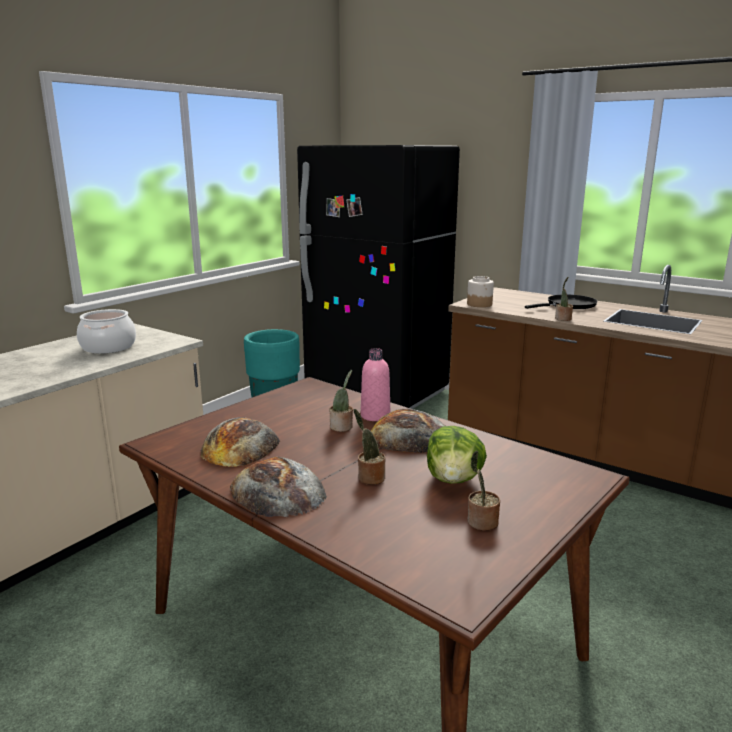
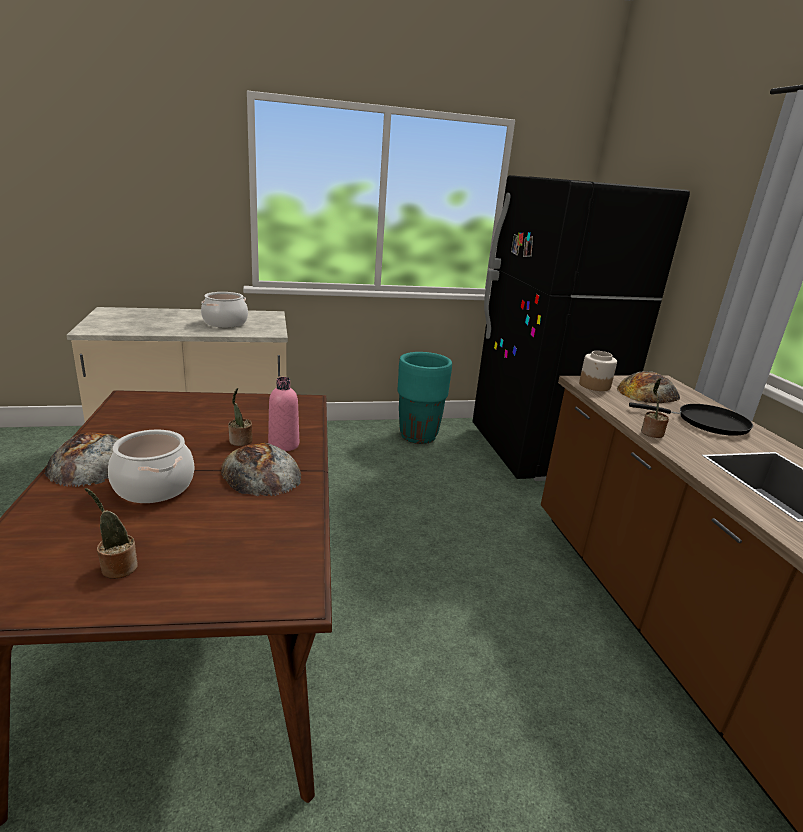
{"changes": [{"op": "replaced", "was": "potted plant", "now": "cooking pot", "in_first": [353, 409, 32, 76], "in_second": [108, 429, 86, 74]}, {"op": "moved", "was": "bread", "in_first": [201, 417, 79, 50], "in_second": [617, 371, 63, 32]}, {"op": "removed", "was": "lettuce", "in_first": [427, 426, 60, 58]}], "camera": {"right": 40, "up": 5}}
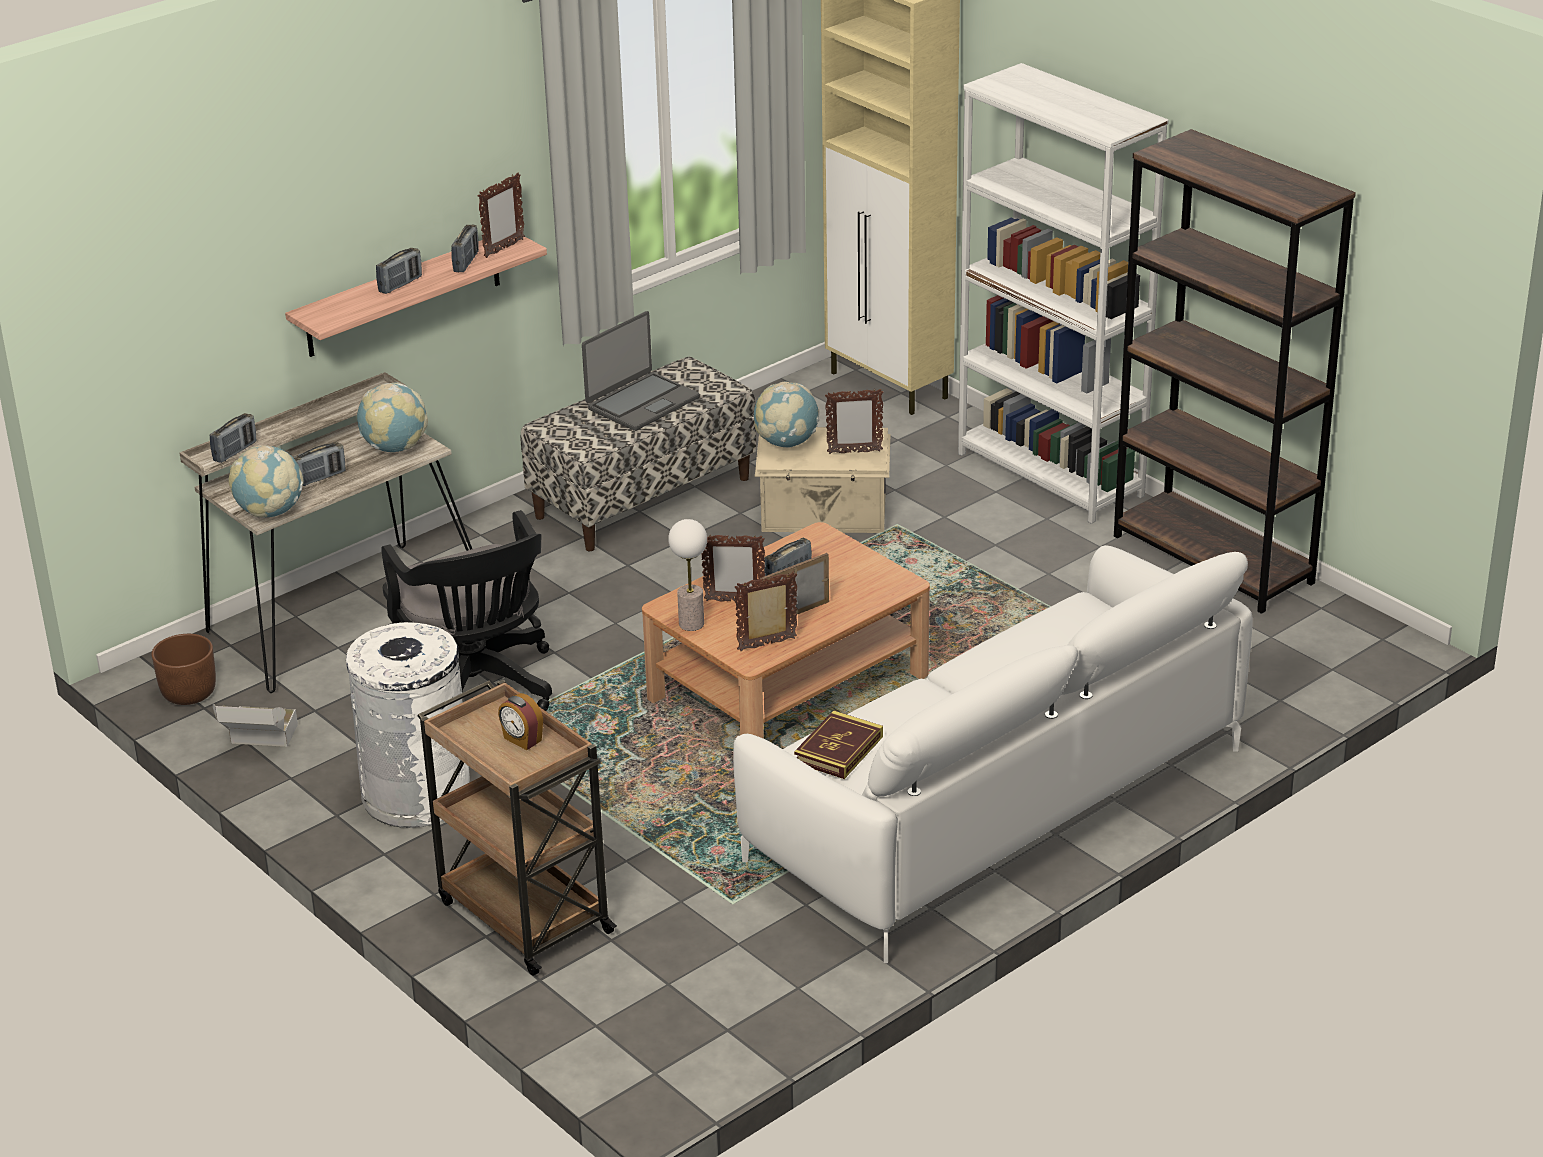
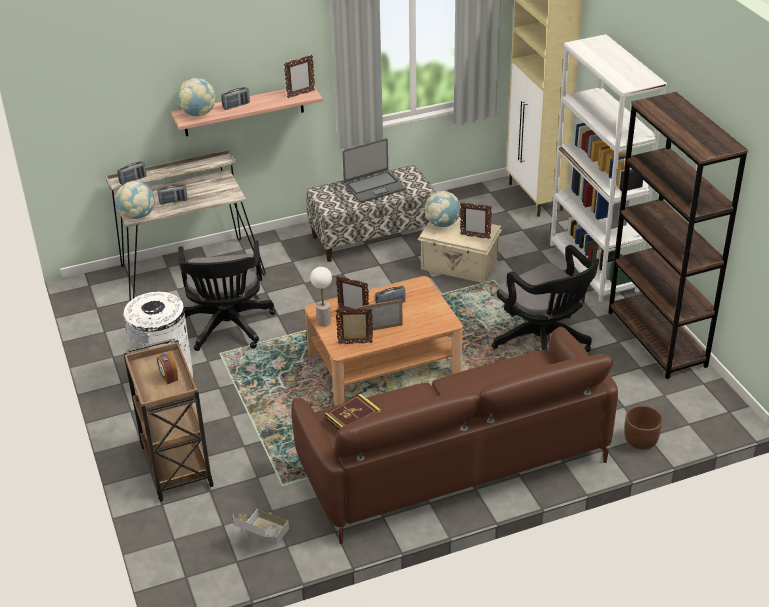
{"changes": [{"op": "moved", "was": "globe", "in_first": [357, 382, 71, 70], "in_second": [178, 78, 38, 38]}, {"op": "moved", "was": "cardboard box", "in_first": [213, 703, 85, 44], "in_second": [232, 509, 57, 36]}, {"op": "recoloured", "was": "white sofa", "now": "brown sofa", "in_first": [733, 545, 519, 418], "in_second": [291, 327, 327, 218]}, {"op": "added", "now": "black office chair", "in_second": [492, 245, 107, 107]}, {"op": "moved", "was": "brown planter", "in_first": [151, 634, 65, 71], "in_second": [625, 406, 38, 44]}, {"op": "removed", "was": "radio", "in_first": [451, 225, 28, 47]}], "camera": {"right": 20, "up": 5}}
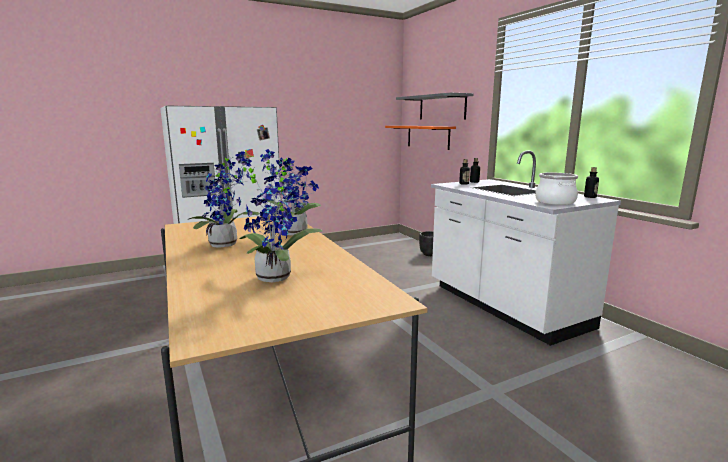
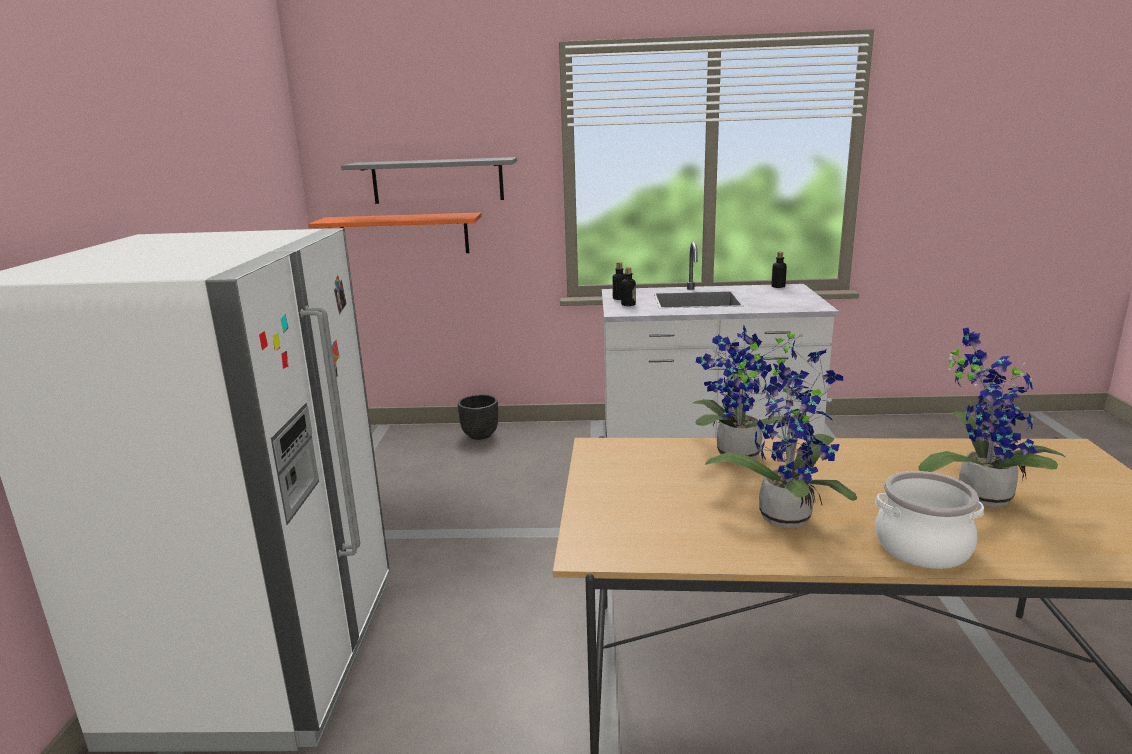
{"changes": [{"op": "moved", "was": "cooking pot", "in_first": [535, 173, 43, 32], "in_second": [875, 471, 109, 98]}], "camera": {"right": -60, "up": 5}}
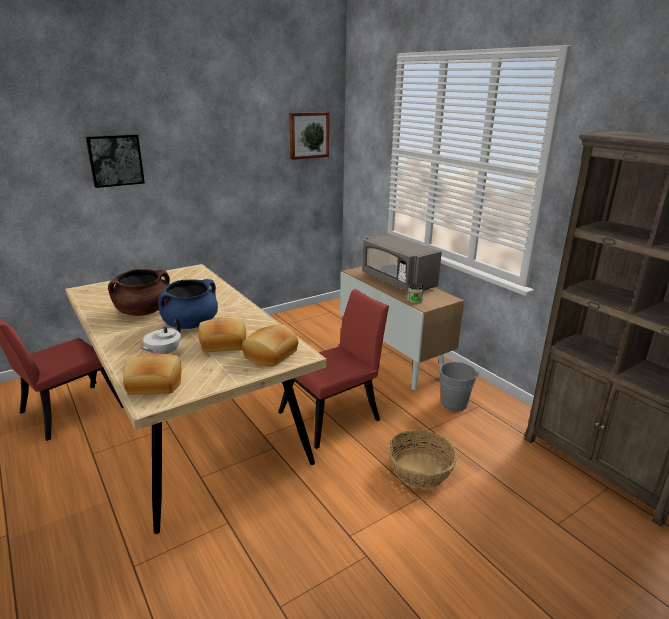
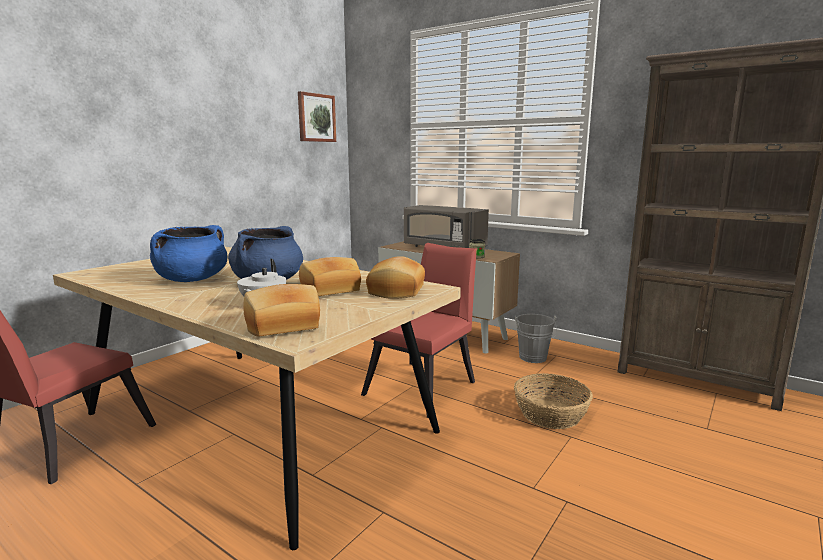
{"changes": [{"op": "recoloured", "was": "brown cooking pot", "now": "blue cooking pot", "in_first": [108, 269, 62, 47], "in_second": [150, 225, 77, 57]}, {"op": "removed", "was": "picture", "in_first": [86, 134, 59, 54]}], "camera": {"right": -20, "up": -10}}
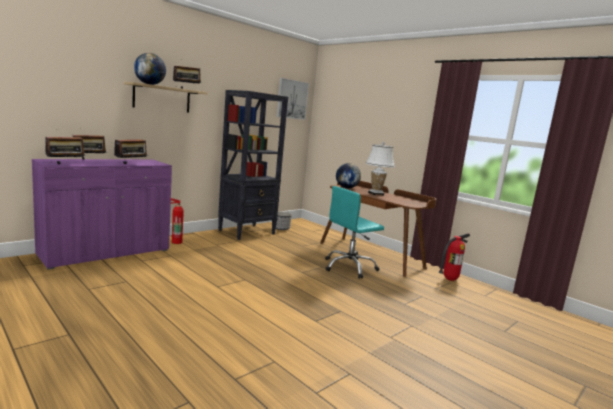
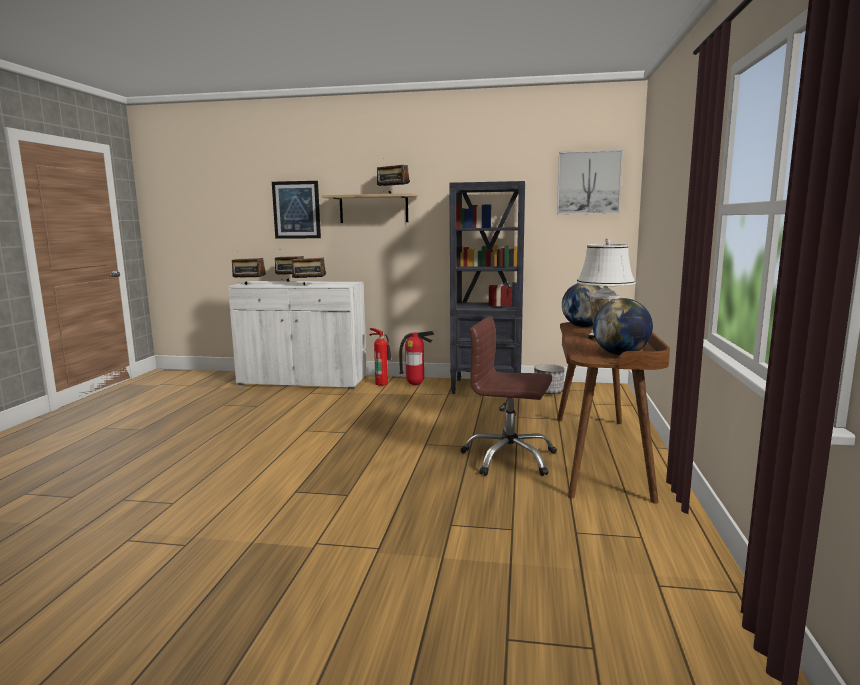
{"changes": [{"op": "recoloured", "was": "purple cabinet", "now": "white cabinet", "in_first": [32, 159, 140, 111], "in_second": [228, 281, 139, 108]}, {"op": "added", "now": "picture", "in_second": [272, 181, 49, 58]}, {"op": "moved", "was": "fire extinguisher", "in_first": [439, 233, 31, 48], "in_second": [399, 331, 35, 54]}, {"op": "recoloured", "was": "turquoise office chair", "now": "brown office chair", "in_first": [325, 186, 59, 93], "in_second": [460, 316, 97, 160]}, {"op": "moved", "was": "globe", "in_first": [134, 53, 32, 32], "in_second": [593, 298, 60, 57]}], "camera": {"right": 55, "up": 0}}
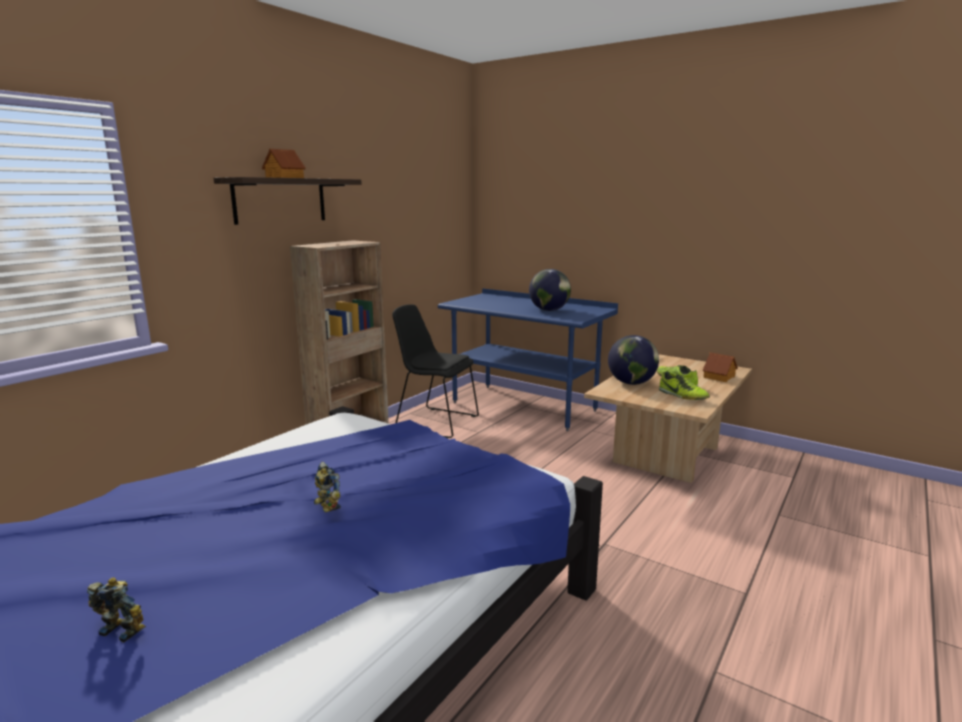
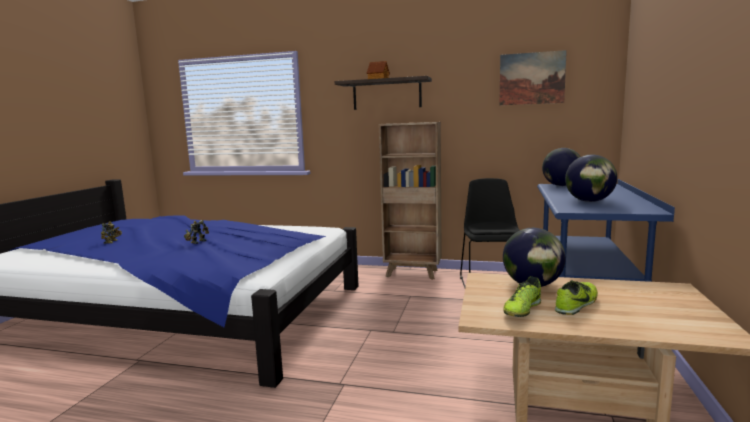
{"changes": [{"op": "added", "now": "picture", "in_second": [499, 50, 68, 55]}, {"op": "added", "now": "globe", "in_second": [542, 148, 39, 38]}, {"op": "removed", "was": "toy house", "in_first": [703, 352, 35, 30]}], "camera": {"right": 70, "up": -5}}
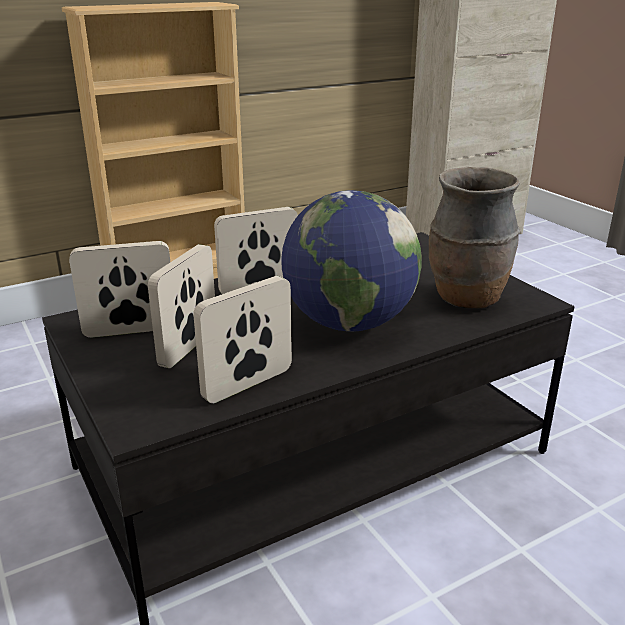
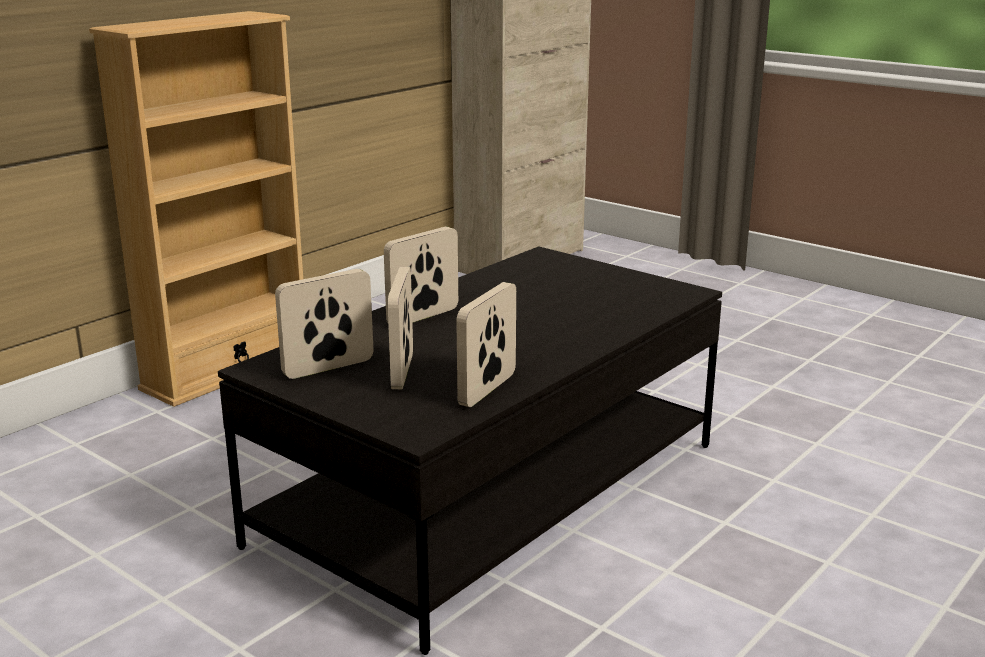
{"changes": [{"op": "removed", "was": "globe", "in_first": [281, 190, 141, 142]}, {"op": "removed", "was": "brown vase", "in_first": [429, 167, 91, 142]}], "camera": {"right": -20, "up": -5}}
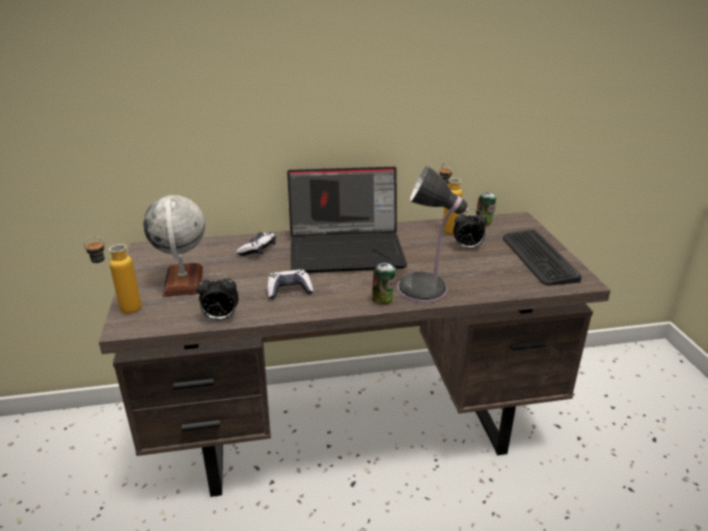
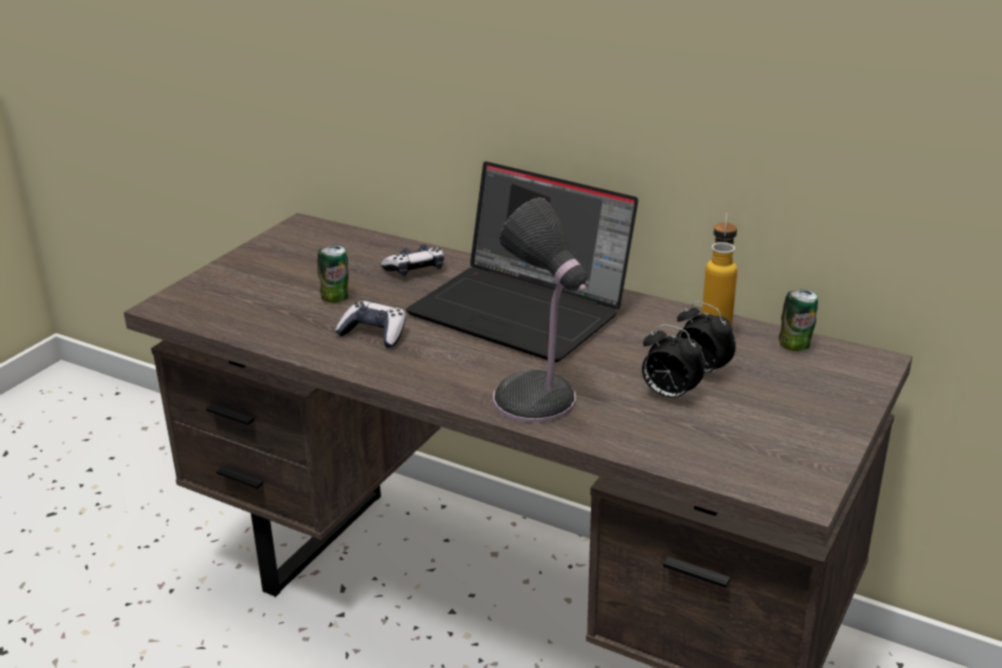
{"changes": [{"op": "moved", "was": "can", "in_first": [372, 263, 24, 42], "in_second": [317, 245, 31, 58]}, {"op": "moved", "was": "alarm clock", "in_first": [196, 274, 43, 47], "in_second": [642, 324, 63, 79]}, {"op": "removed", "was": "bottle", "in_first": [84, 236, 57, 78]}, {"op": "removed", "was": "globe", "in_first": [143, 195, 62, 102]}, {"op": "removed", "was": "keyboard", "in_first": [503, 229, 79, 57]}], "camera": {"right": 40, "up": 0}}
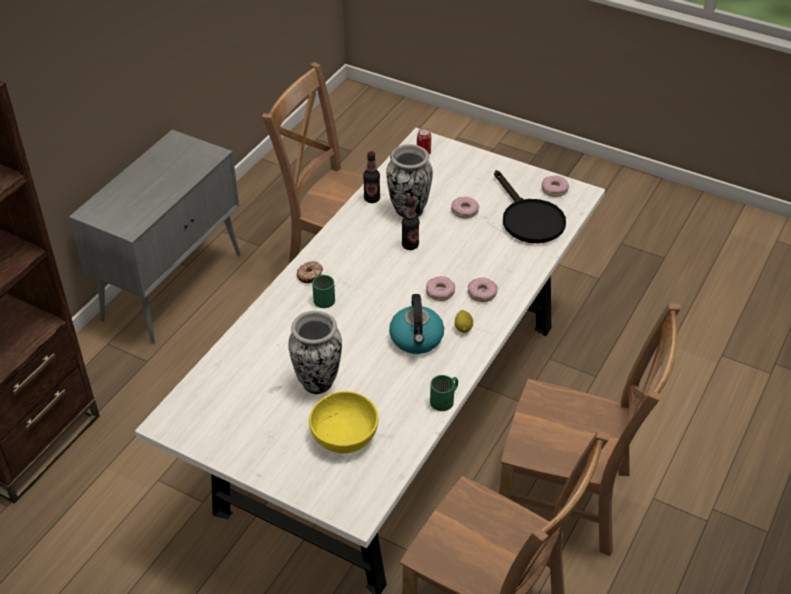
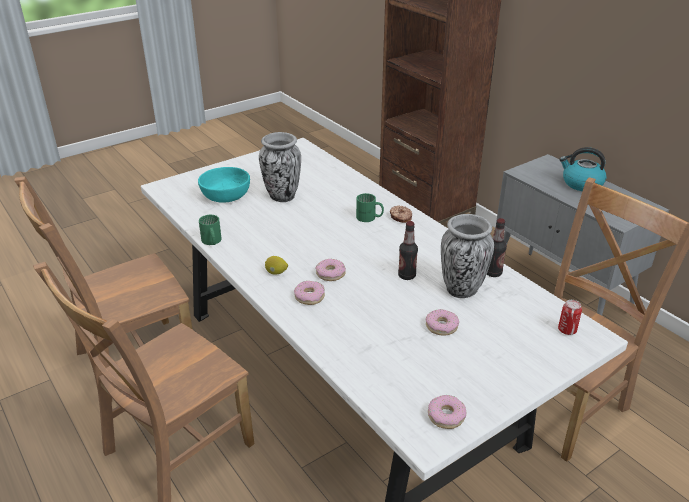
{"changes": [{"op": "recoloured", "was": "yellow bowl", "now": "turquoise bowl", "in_first": [309, 391, 69, 62], "in_second": [198, 167, 52, 35]}, {"op": "moved", "was": "kettle", "in_first": [389, 294, 55, 60], "in_second": [559, 147, 47, 44]}, {"op": "removed", "was": "black frying pan", "in_first": [494, 170, 72, 73]}], "camera": {"right": 115, "up": -10}}
